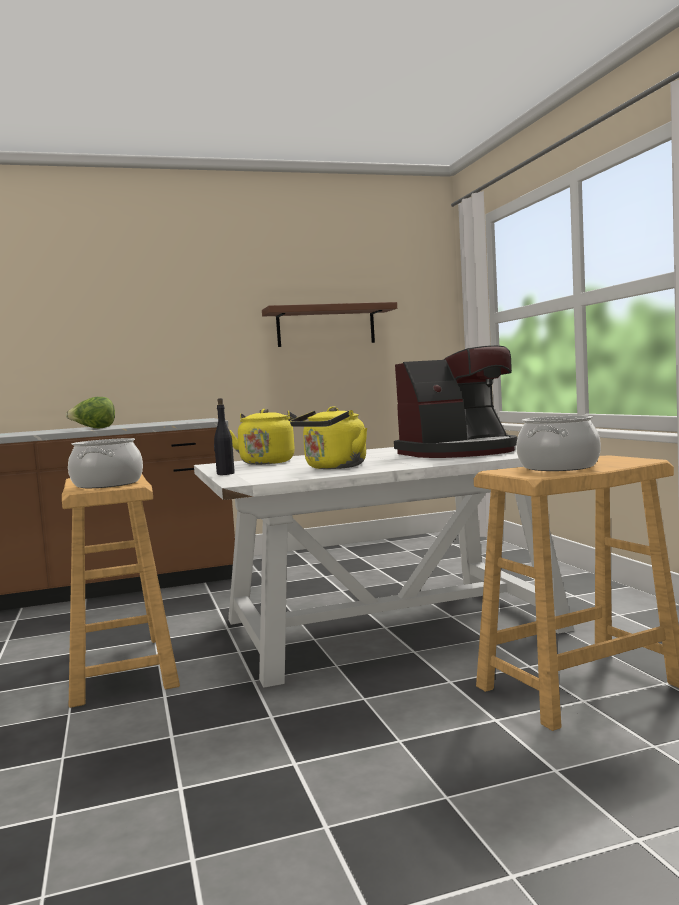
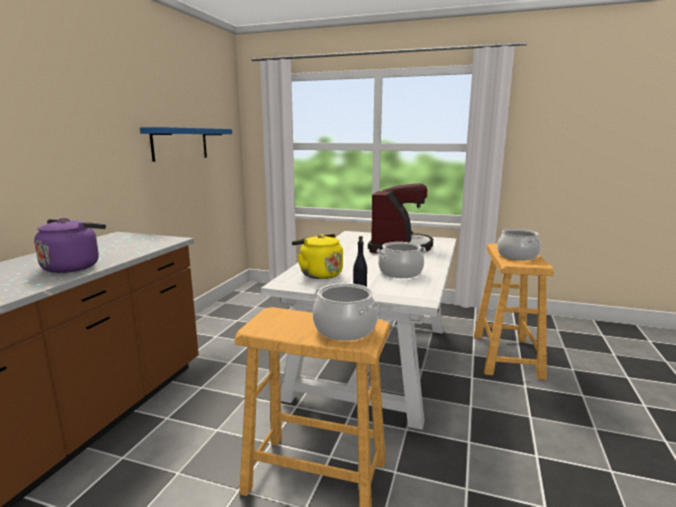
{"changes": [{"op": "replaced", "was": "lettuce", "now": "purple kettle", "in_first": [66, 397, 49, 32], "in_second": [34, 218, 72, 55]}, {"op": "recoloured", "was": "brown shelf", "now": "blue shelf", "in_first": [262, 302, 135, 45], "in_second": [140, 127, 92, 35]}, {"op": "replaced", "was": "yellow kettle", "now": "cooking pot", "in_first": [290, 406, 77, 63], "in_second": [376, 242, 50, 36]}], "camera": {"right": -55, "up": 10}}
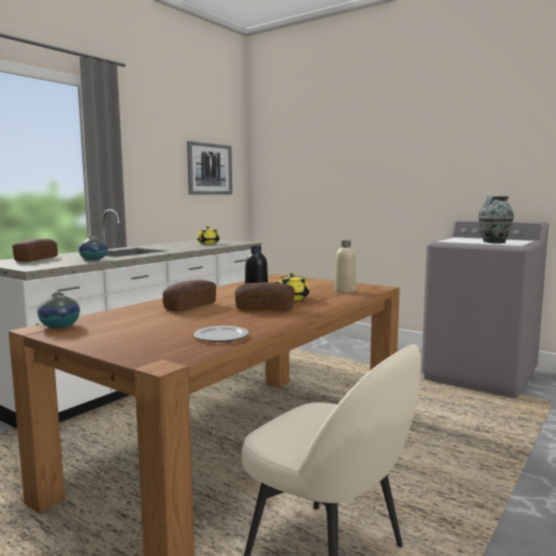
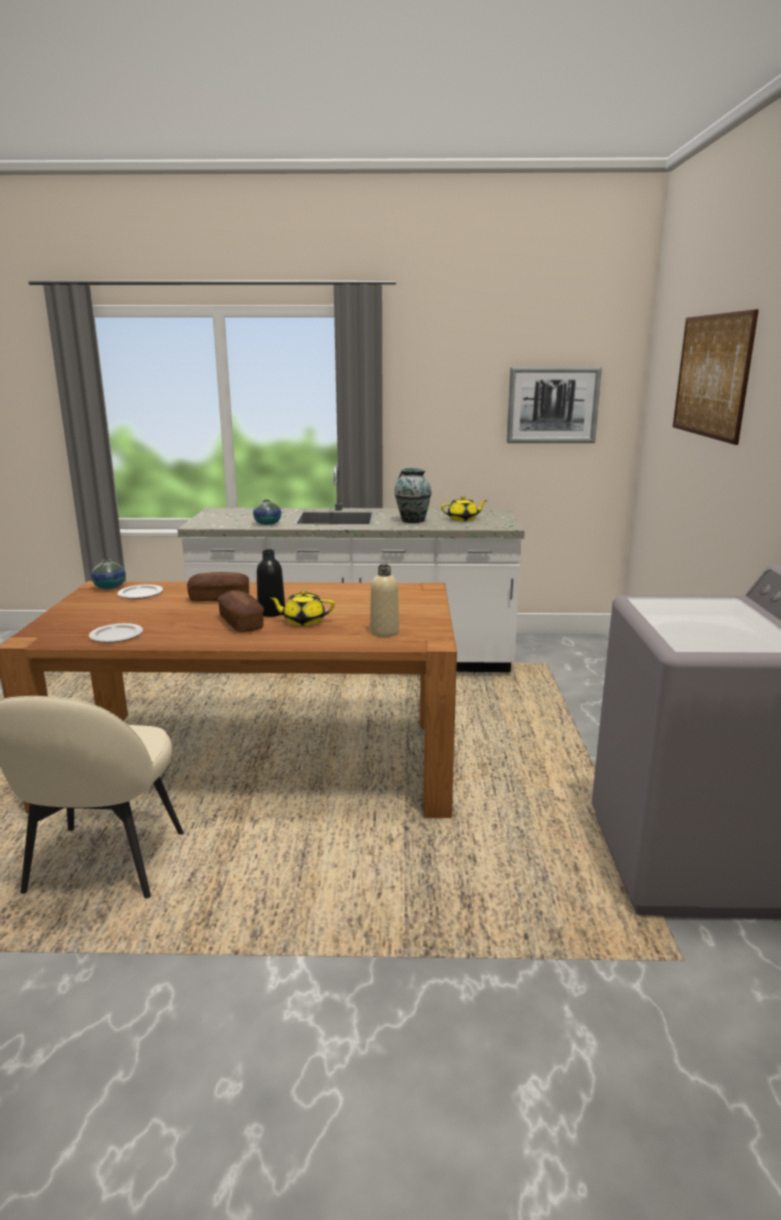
{"changes": [{"op": "added", "now": "plate", "in_second": [117, 585, 46, 14]}, {"op": "moved", "was": "vase", "in_first": [478, 196, 36, 48], "in_second": [394, 468, 38, 55]}, {"op": "added", "now": "picture", "in_second": [673, 309, 86, 136]}, {"op": "removed", "was": "bread", "in_first": [12, 239, 46, 23]}], "camera": {"right": 55, "up": 10}}
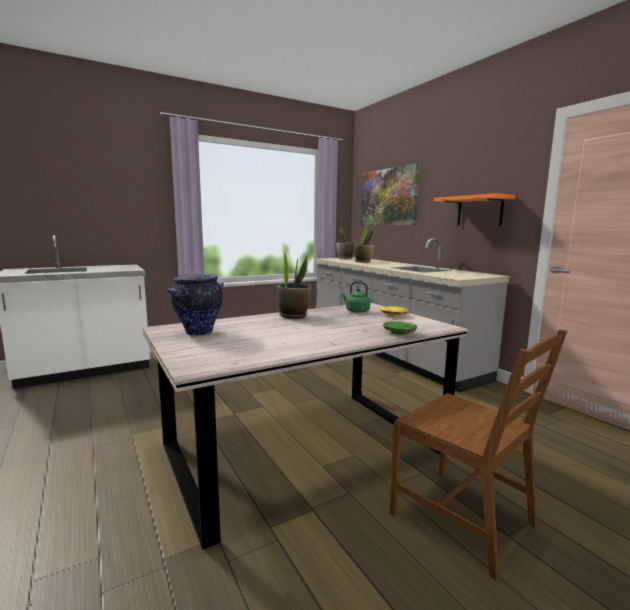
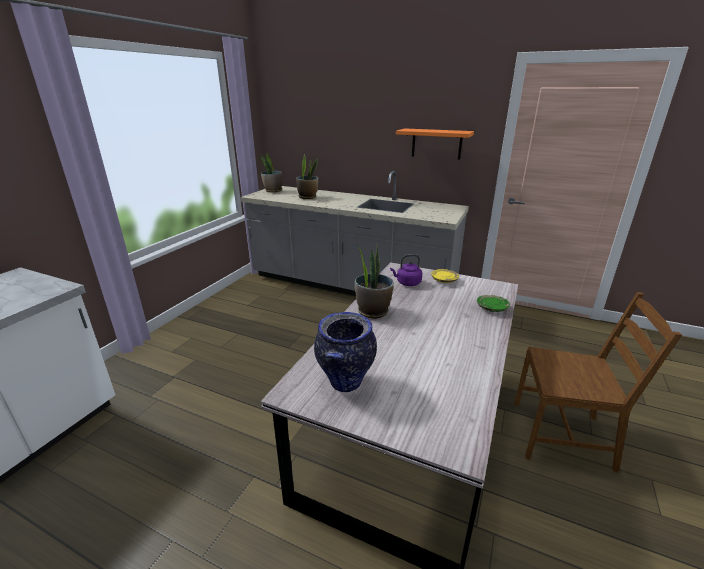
{"changes": [{"op": "recoloured", "was": "green kettle", "now": "purple kettle", "in_first": [341, 282, 29, 31], "in_second": [390, 254, 32, 32]}, {"op": "removed", "was": "picture", "in_first": [360, 163, 60, 62]}], "camera": {"right": -35, "up": 15}}
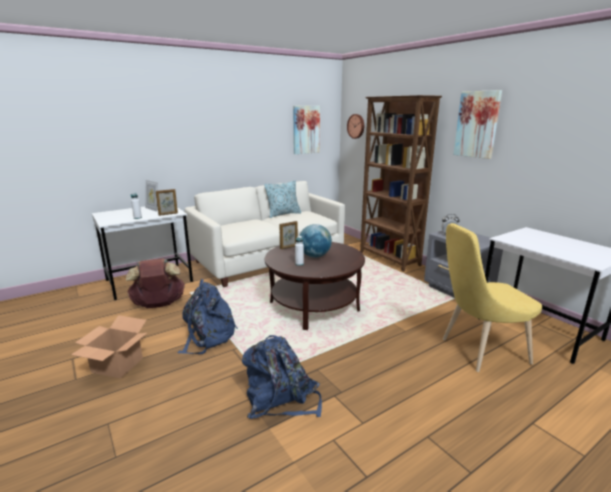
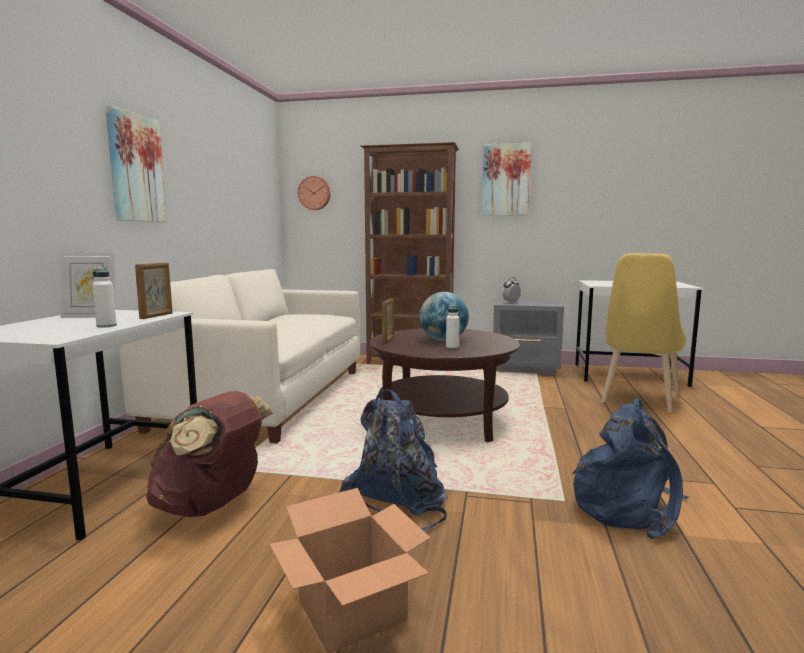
{"changes": [{"op": "moved", "was": "picture", "in_first": [293, 106, 27, 48], "in_second": [105, 105, 62, 117]}, {"op": "removed", "was": "pillow", "in_first": [264, 180, 37, 38]}], "camera": {"right": -45, "up": -10}}
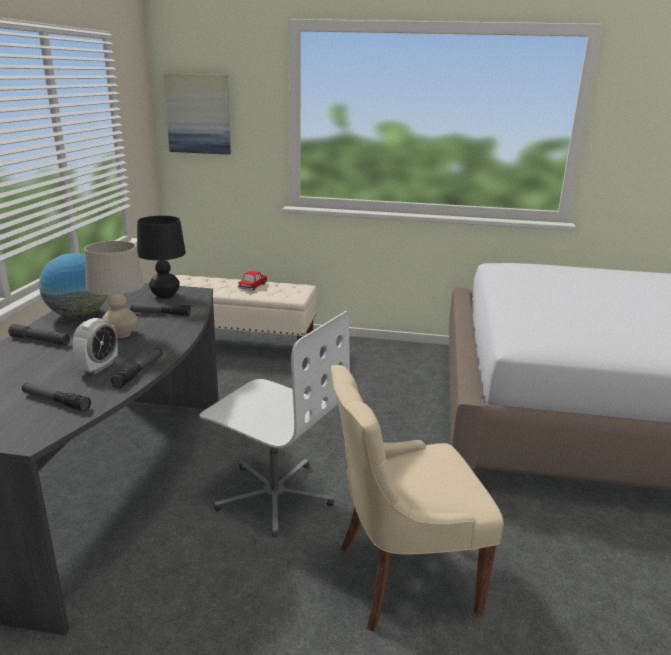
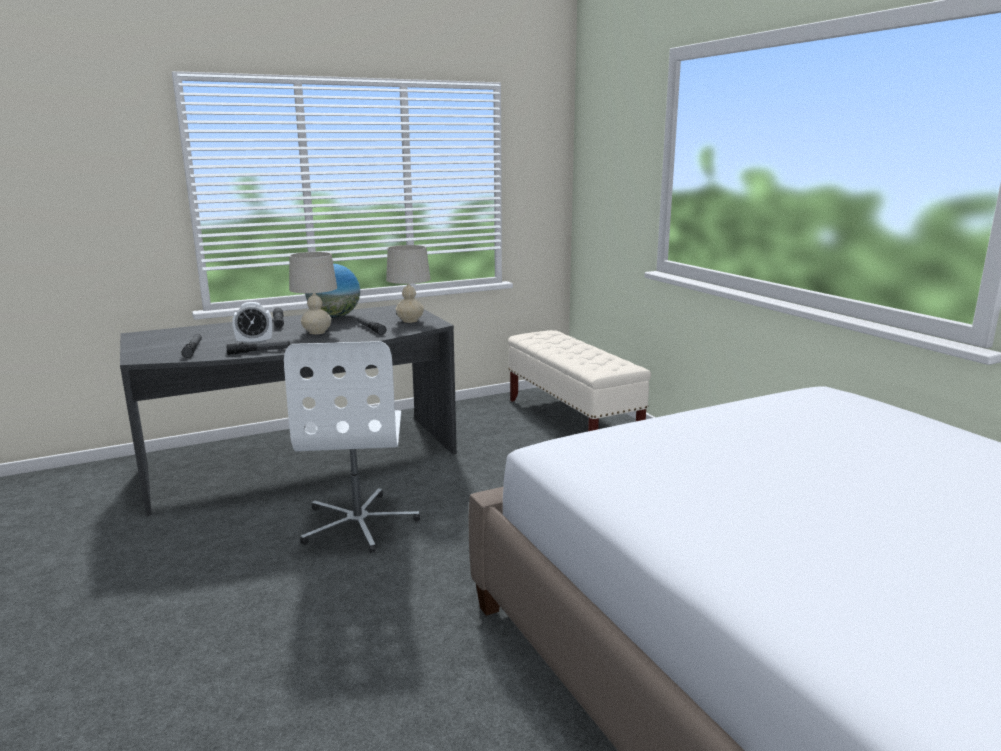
{"changes": [{"op": "recoloured", "was": "black table lamp", "now": "beige table lamp", "in_first": [137, 215, 49, 84], "in_second": [386, 245, 44, 78]}, {"op": "removed", "was": "picture", "in_first": [164, 73, 67, 82]}, {"op": "removed", "was": "toy car", "in_first": [238, 270, 30, 20]}, {"op": "removed", "was": "beige chair", "in_first": [331, 365, 173, 267]}], "camera": {"right": 55, "up": -5}}
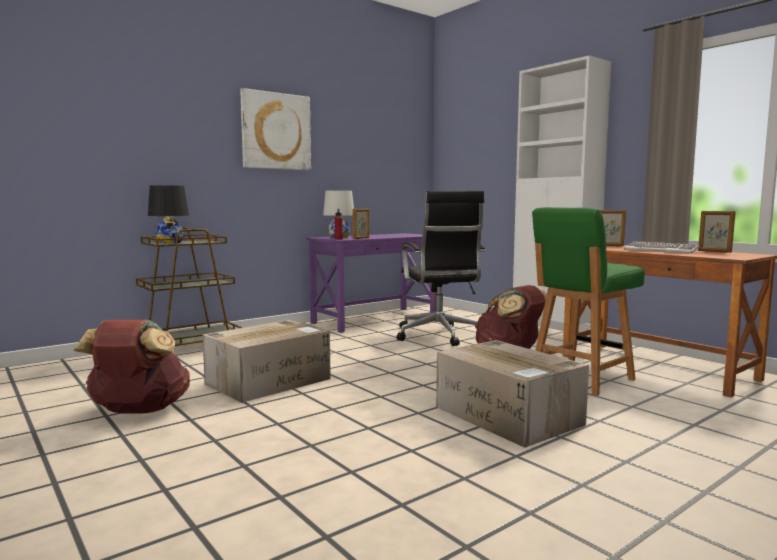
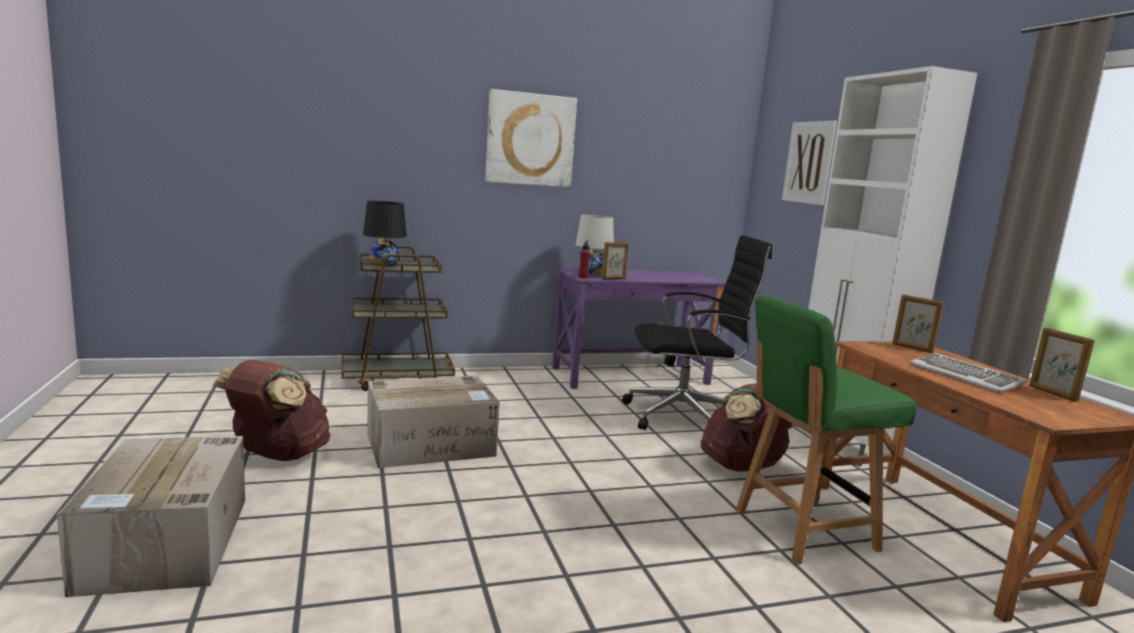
{"changes": [{"op": "moved", "was": "cardboard box", "in_first": [436, 340, 153, 108], "in_second": [57, 436, 188, 161]}, {"op": "turned", "was": "black office chair", "in_first": [397, 191, 89, 155], "in_second": [622, 235, 150, 195], "clockwise": -105}, {"op": "added", "now": "picture", "in_second": [782, 121, 55, 84]}], "camera": {"right": 20, "up": 5}}
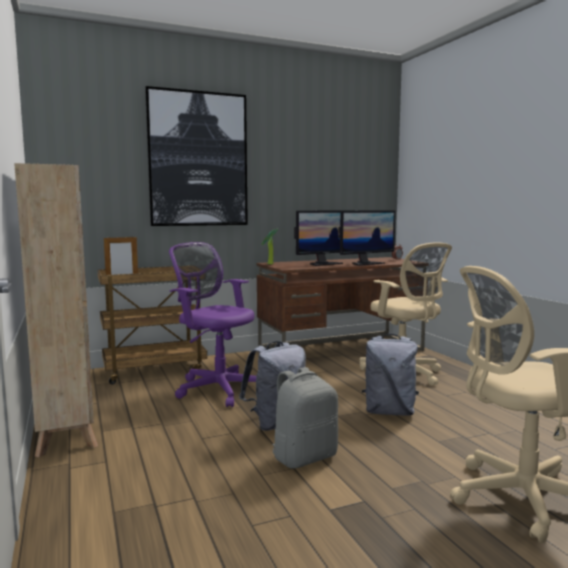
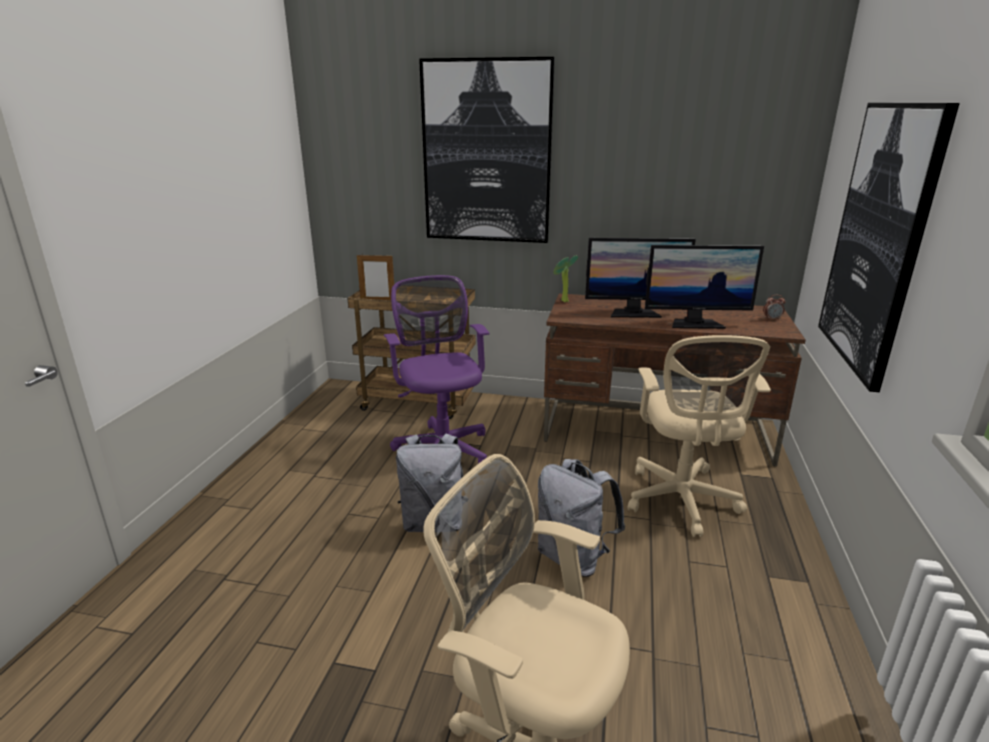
{"changes": [{"op": "added", "now": "picture", "in_second": [818, 103, 142, 289]}, {"op": "removed", "was": "beige bookcase", "in_first": [14, 163, 84, 294]}, {"op": "removed", "was": "grey backpack", "in_first": [272, 367, 66, 102]}], "camera": {"right": 35, "up": 15}}
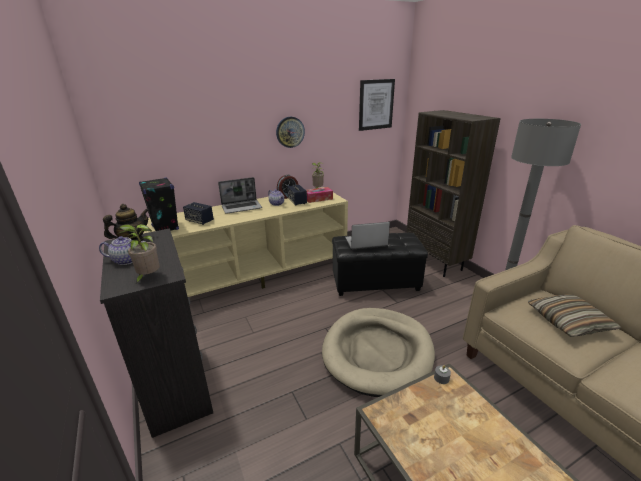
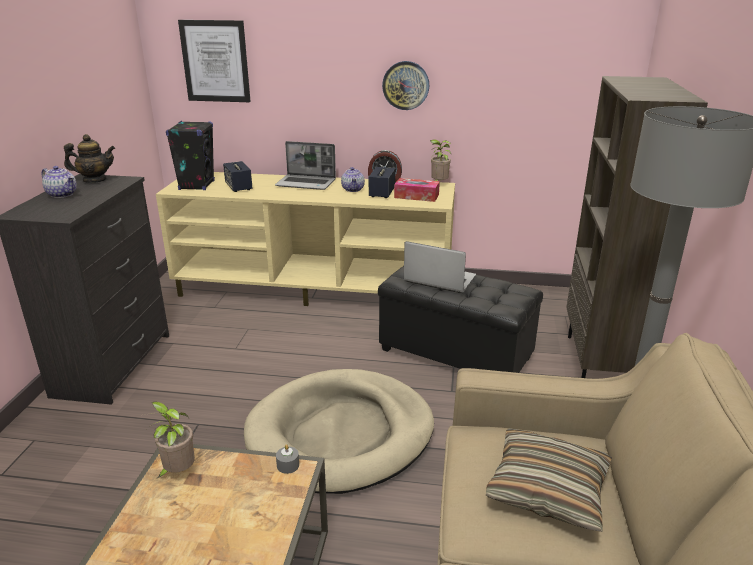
{"changes": [{"op": "moved", "was": "potted plant", "in_first": [117, 224, 43, 61], "in_second": [145, 402, 50, 76]}, {"op": "moved", "was": "picture", "in_first": [359, 79, 36, 52], "in_second": [178, 20, 73, 82]}], "camera": {"right": 35, "up": 0}}
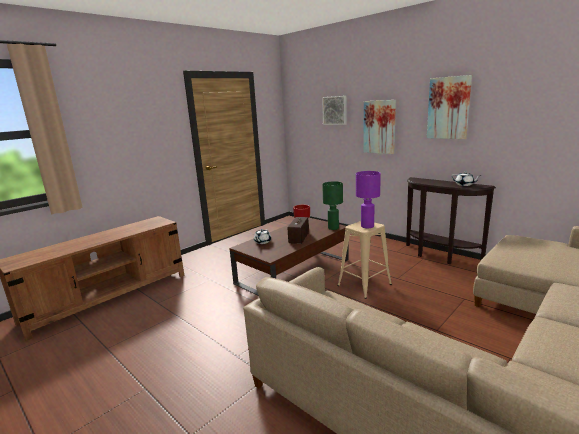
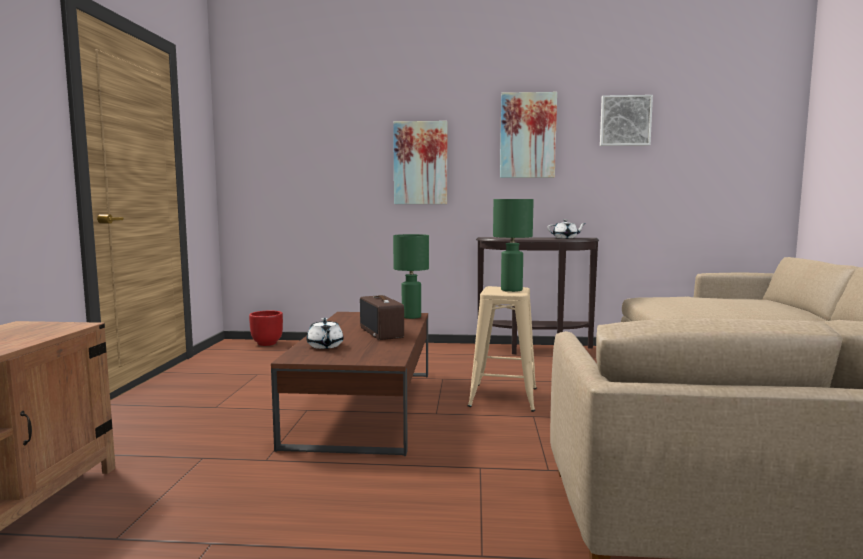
{"changes": [{"op": "recoloured", "was": "purple table lamp", "now": "green table lamp", "in_first": [356, 171, 25, 57], "in_second": [493, 199, 41, 93]}, {"op": "moved", "was": "picture", "in_first": [322, 96, 25, 29], "in_second": [600, 95, 53, 51]}], "camera": {"right": -40, "up": -10}}
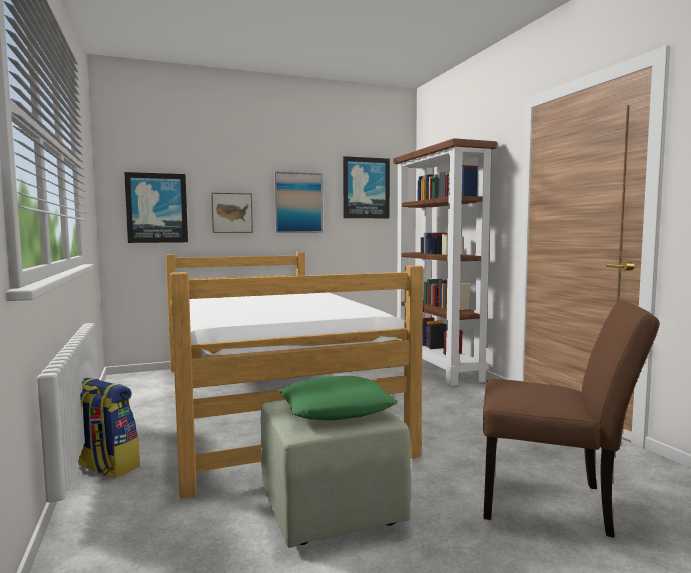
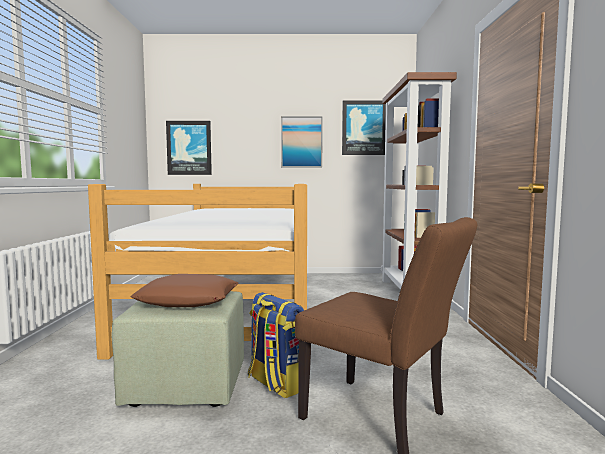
{"changes": [{"op": "recoloured", "was": "green pillow", "now": "brown pillow", "in_first": [279, 376, 119, 44], "in_second": [130, 274, 109, 33]}, {"op": "moved", "was": "backpack", "in_first": [78, 378, 62, 101], "in_second": [248, 292, 56, 106]}, {"op": "removed", "was": "picture", "in_first": [211, 193, 42, 40]}], "camera": {"right": 20, "up": 0}}
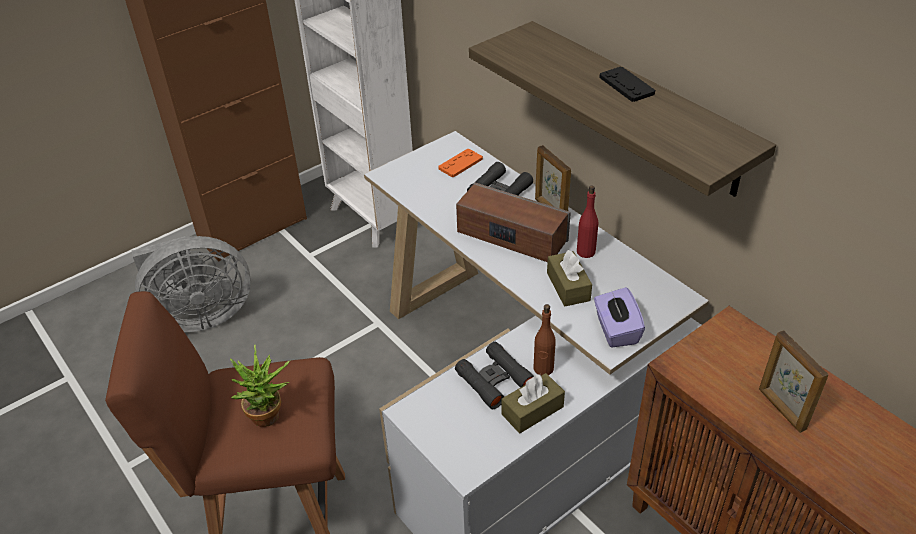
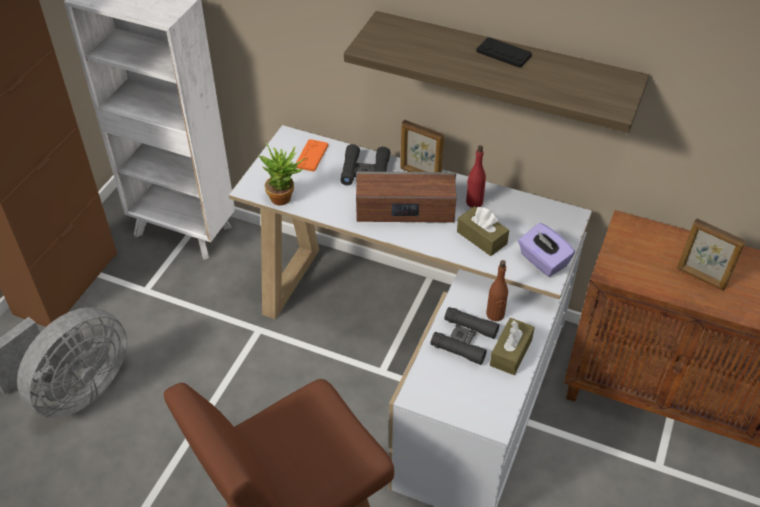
{"changes": [{"op": "moved", "was": "potted plant", "in_first": [230, 345, 60, 82], "in_second": [258, 143, 49, 62]}], "camera": {"right": -30, "up": 5}}
